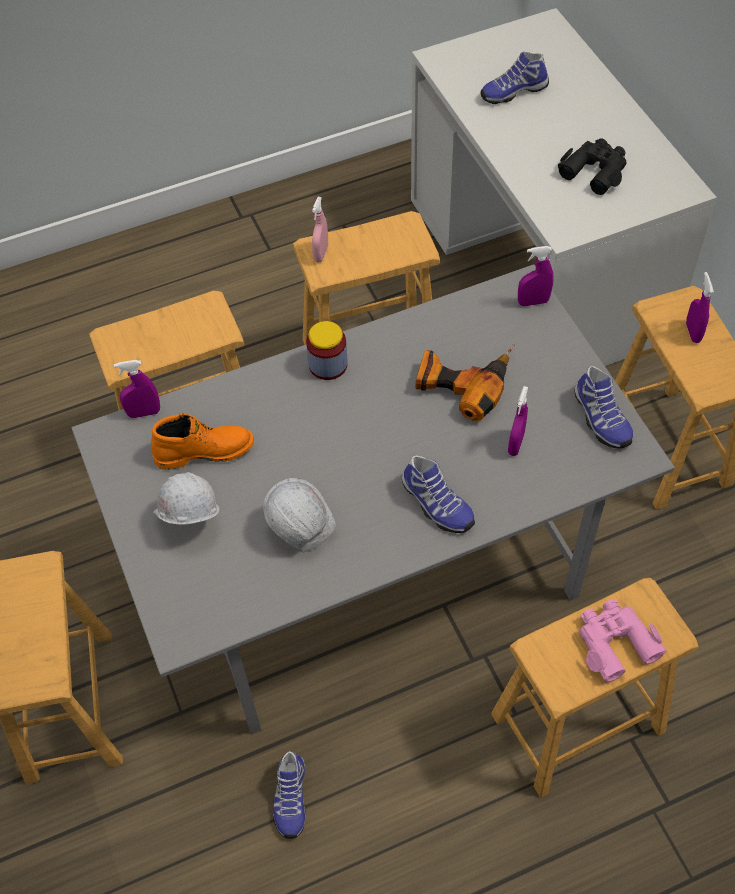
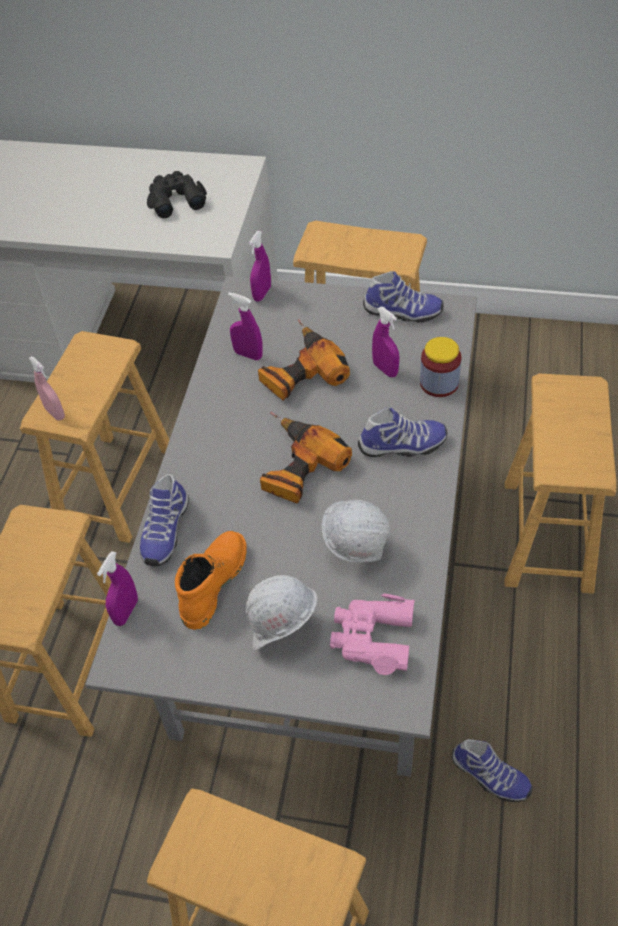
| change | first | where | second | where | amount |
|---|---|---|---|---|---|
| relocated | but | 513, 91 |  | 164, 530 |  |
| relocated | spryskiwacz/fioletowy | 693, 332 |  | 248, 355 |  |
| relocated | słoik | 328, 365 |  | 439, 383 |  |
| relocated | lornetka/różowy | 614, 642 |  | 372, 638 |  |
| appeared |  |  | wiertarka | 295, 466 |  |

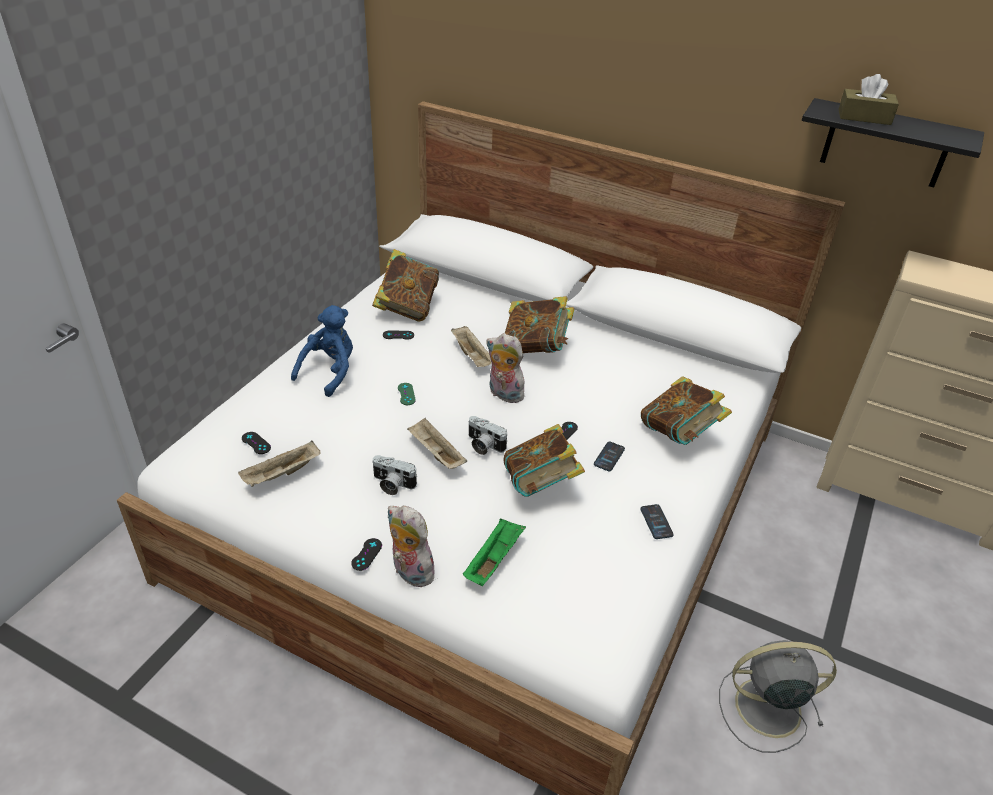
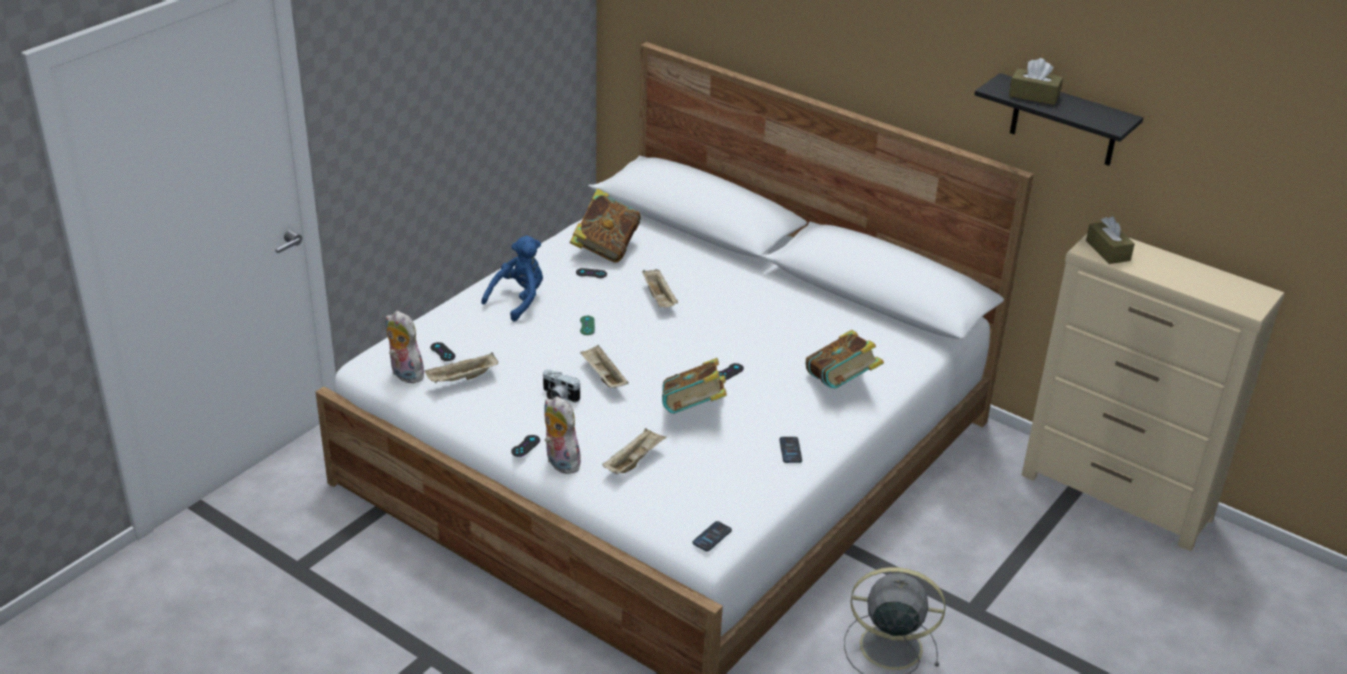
| change | first | where | second | where | amount |
|---|---|---|---|---|---|
| missing | książka | 536, 348 |  |  |  |
| relocated | pluszak | 503, 394 |  | 404, 374 |  |
| missing | aparat fotograficzny | 483, 445 |  |  |  |
| relocated | telefon | 609, 457 |  | 712, 537 |  |
| colour | taca/zielony | 493, 560 | taca/beżowy | 634, 461 |  |
| appeared |  |  | pudełko chusteczek/brązowy | 1107, 251 |  |

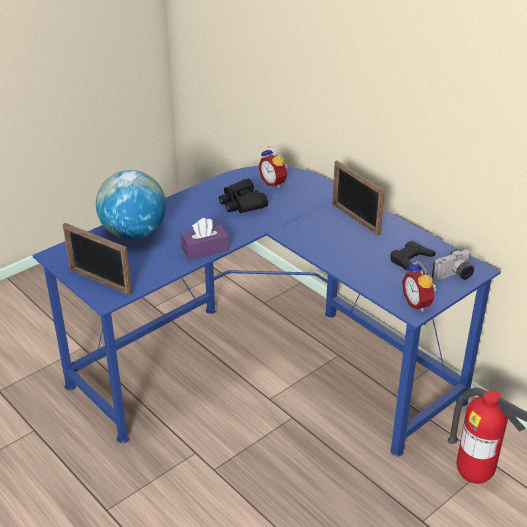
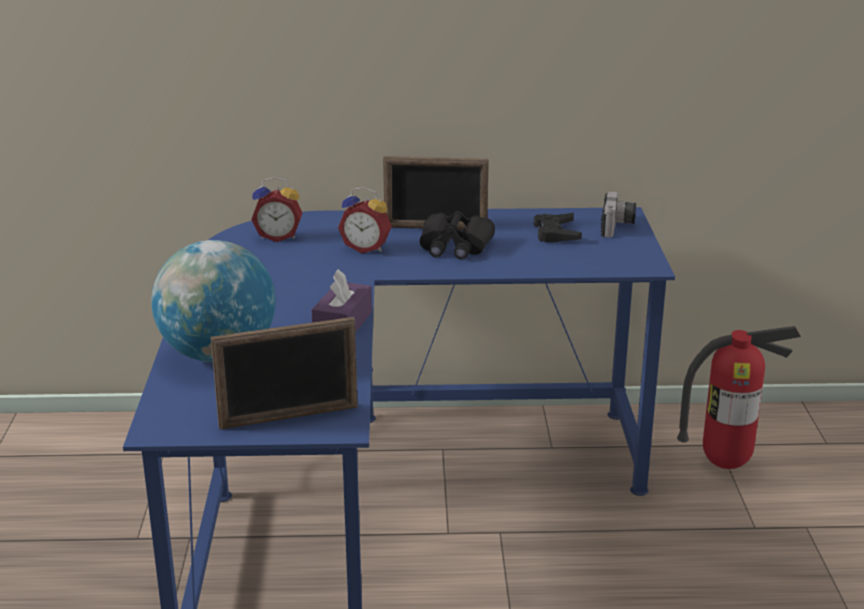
| change | first | where | second | where | amount |
|---|---|---|---|---|---|
| relocated | lornetka/czarny | 242, 203 |  | 454, 247 |  |
| relocated | budzik | 418, 303 |  | 366, 248 |  |

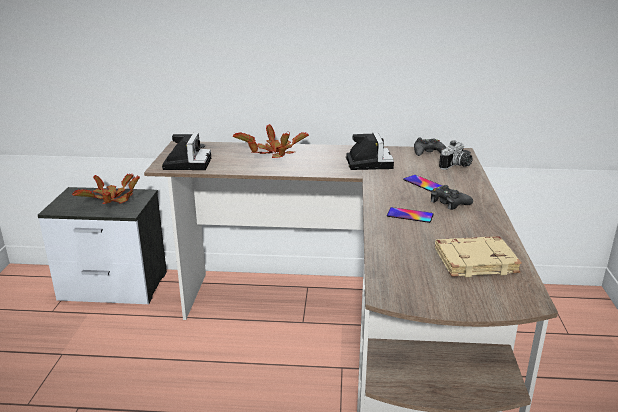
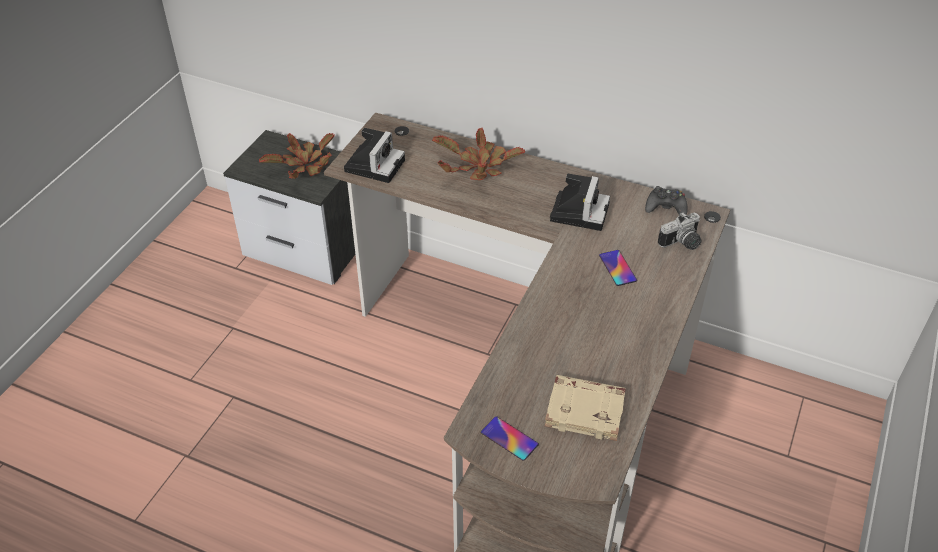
| change | first | where | second | where | amount |
|---|---|---|---|---|---|
| missing | pad do gier/czarny | 449, 203 |  |  |  |
| relocated | telefon | 410, 215 |  | 509, 438 |  |

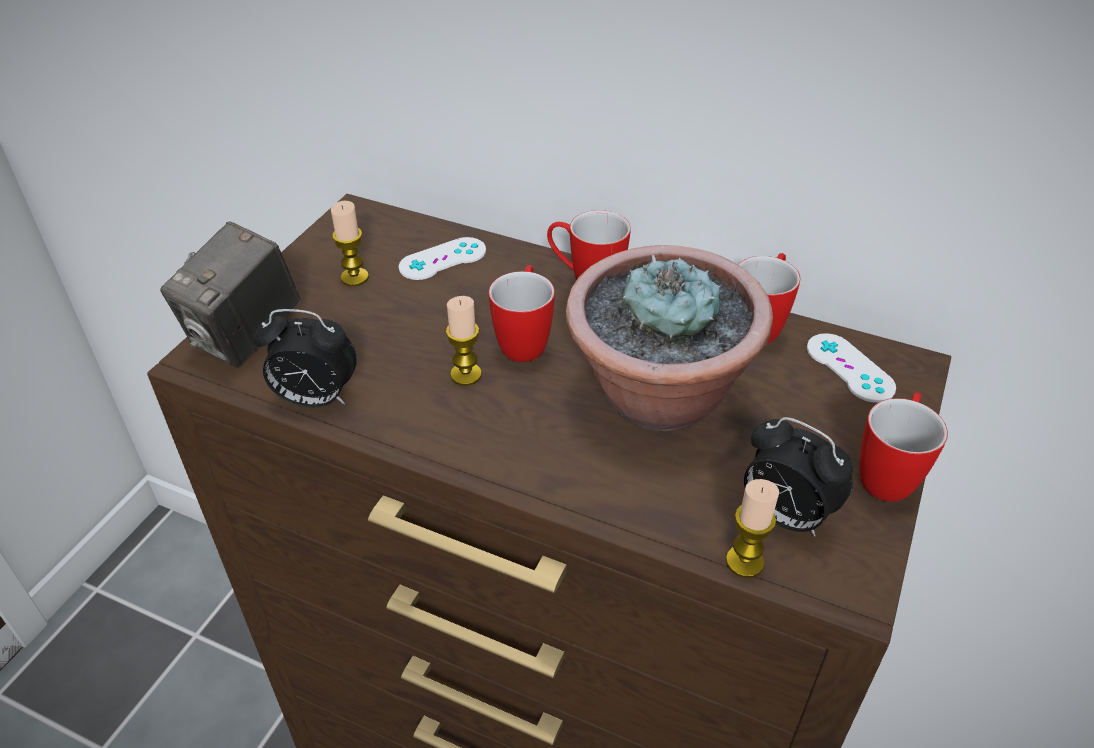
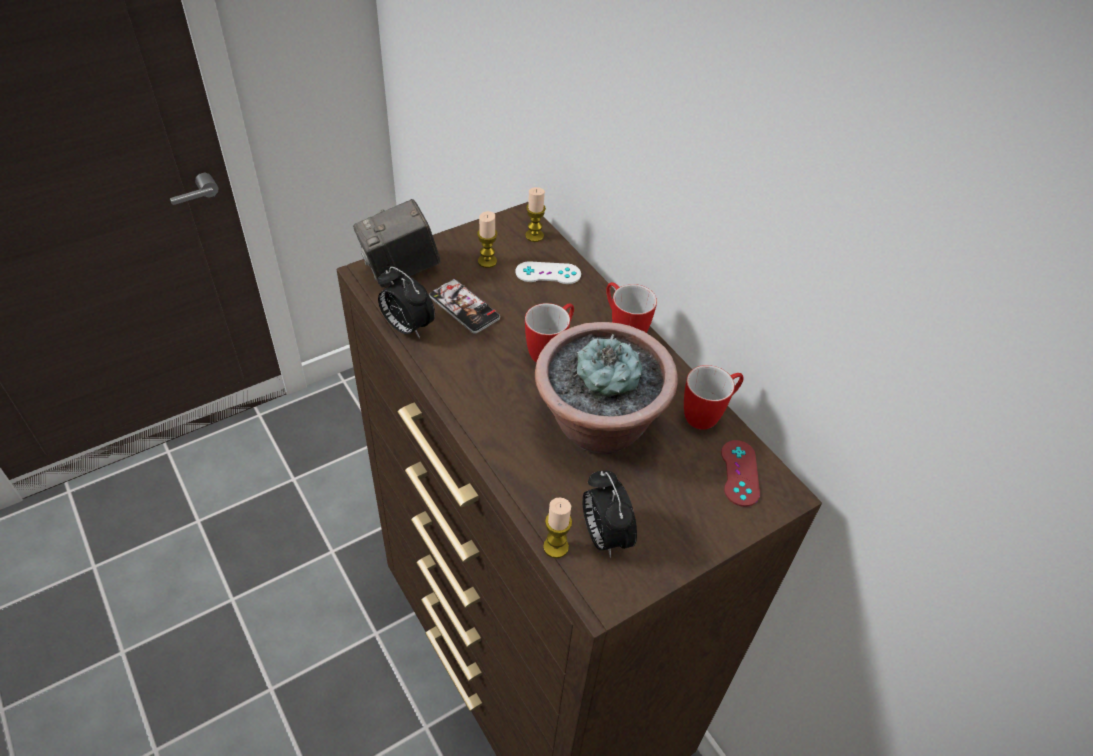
| change | first | where | second | where | amount |
|---|---|---|---|---|---|
| relocated | świeca | 466, 375 |  | 534, 236 |  |
| colour | pad do gier/biały | 849, 368 | pad do gier/czerwony | 739, 473 |  |
| missing | kubek | 888, 473 |  |  |  |
| appeared |  |  | telefon | 464, 307 |  |

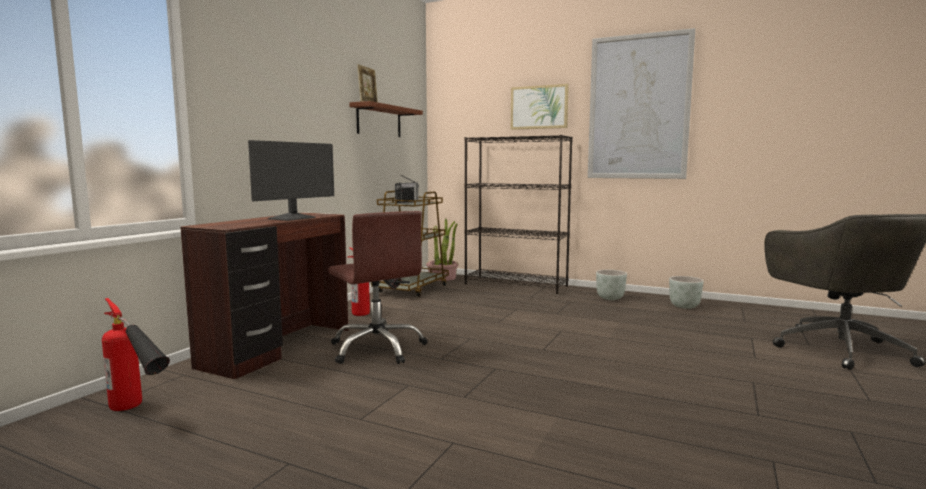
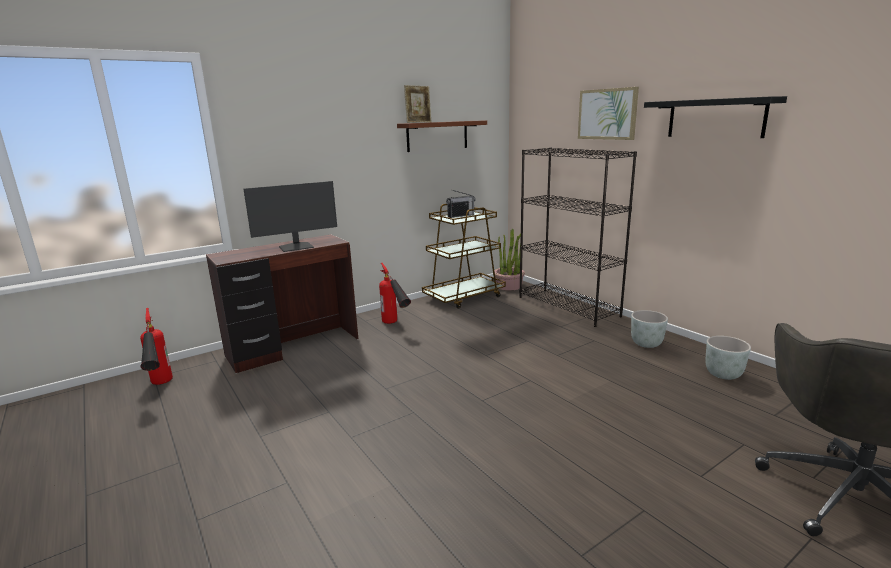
| change | first | where | second | where | amount |
|---|---|---|---|---|---|
| exchanged | obraz | 638, 107 | półka/czarny | 715, 118 |  |
| missing | krzesło biurowe/brązowy | 377, 348 |  |  |  |

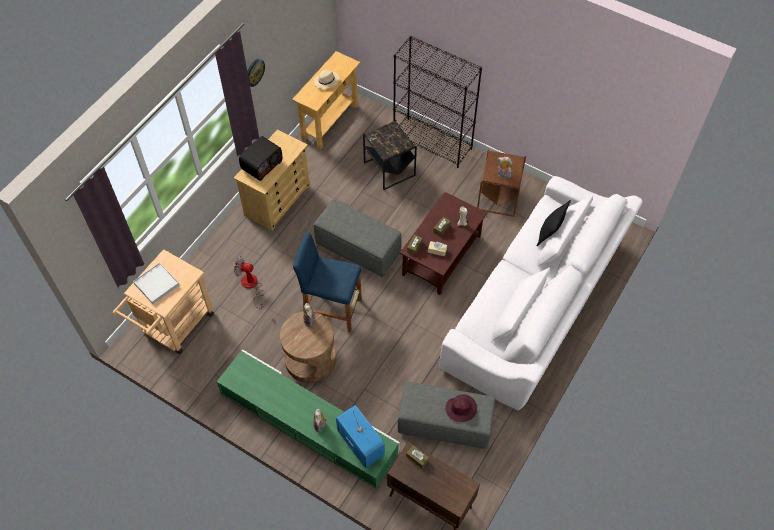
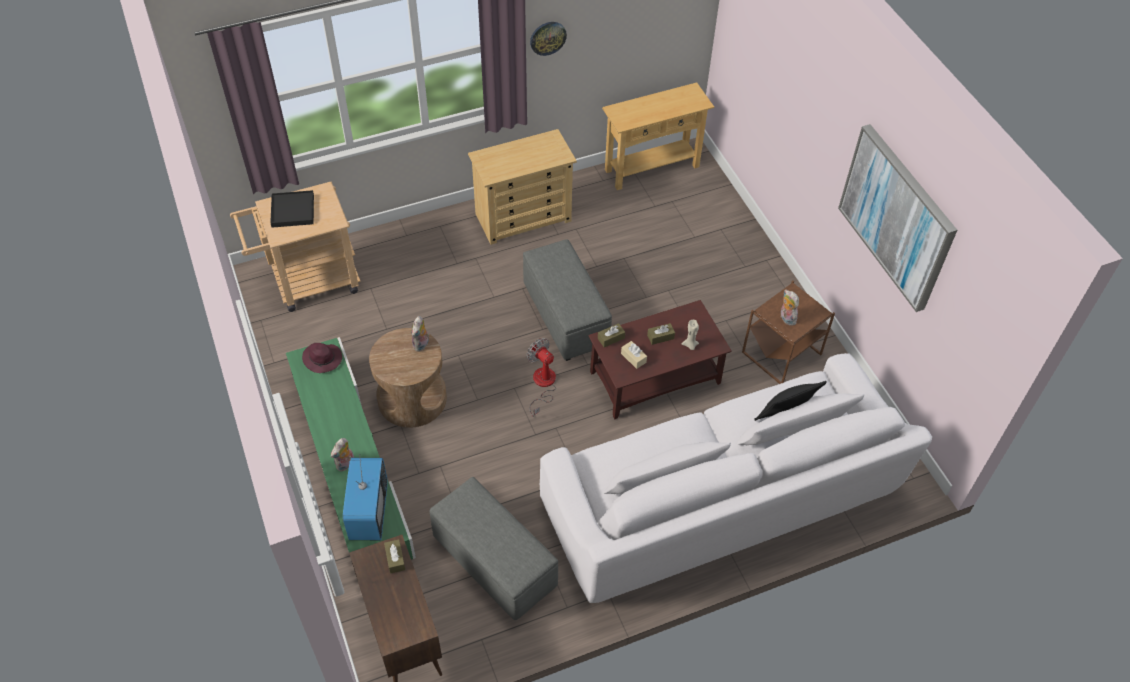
| change | first | where | second | where | amount |
|---|---|---|---|---|---|
| missing | regał/czarny | 433, 142 |  |  |  |
| missing | kapelusz/beżowy | 326, 81 |  |  |  |
| missing | stolik/czarny | 389, 169 |  |  |  |
| missing | radio | 261, 165 |  |  |  |
| missing | stołek/niebieski | 331, 309 |  |  |  |
| relocated | wentylator | 251, 286 |  | 542, 385 |  |
| colour | taca/biały | 156, 284 | taca/czarny | 292, 211 |  |
| relocated | kapelusz/fioletowy | 461, 408 |  | 323, 359 |  |
| appeared |  |  | obraz | 897, 217 |  |

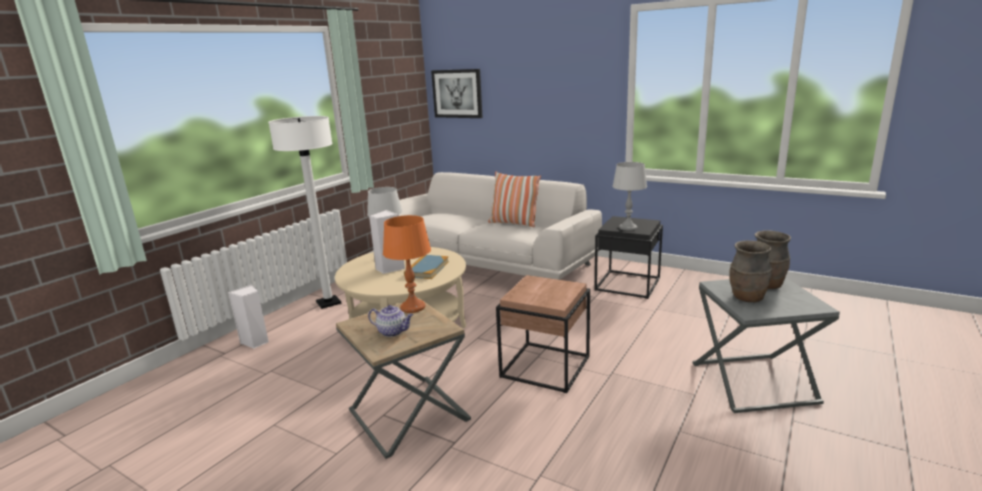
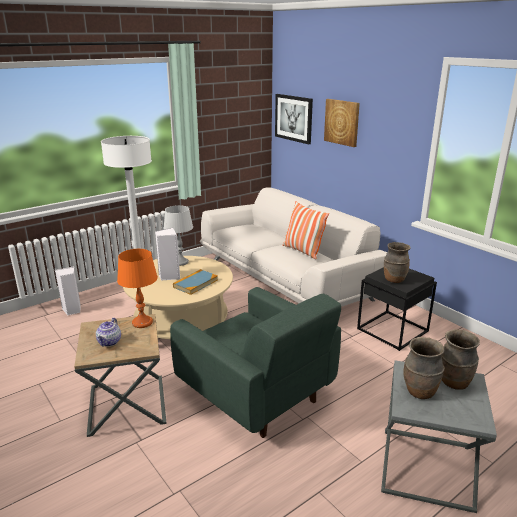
| change | first | where | second | where | amount |
|---|---|---|---|---|---|
| exchanged | lampa stołowa/szary | 627, 228 | wazon/brązowy | 394, 280 |  |
| exchanged | stolik/brązowy | 546, 367 | fotel/zielony | 257, 395 |  |
| spun | imbryk | 393, 332 |  | 109, 342 | 60 degrees clockwise |
| appeared |  |  | obraz | 342, 122 |  |

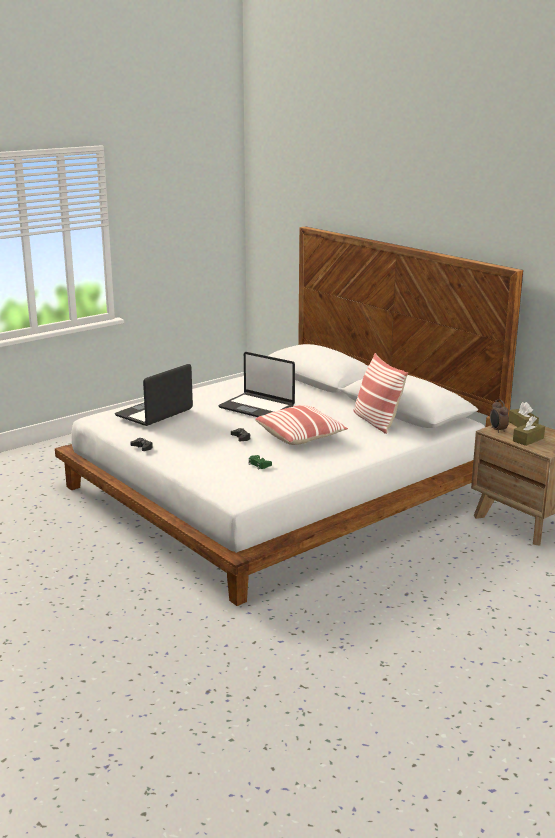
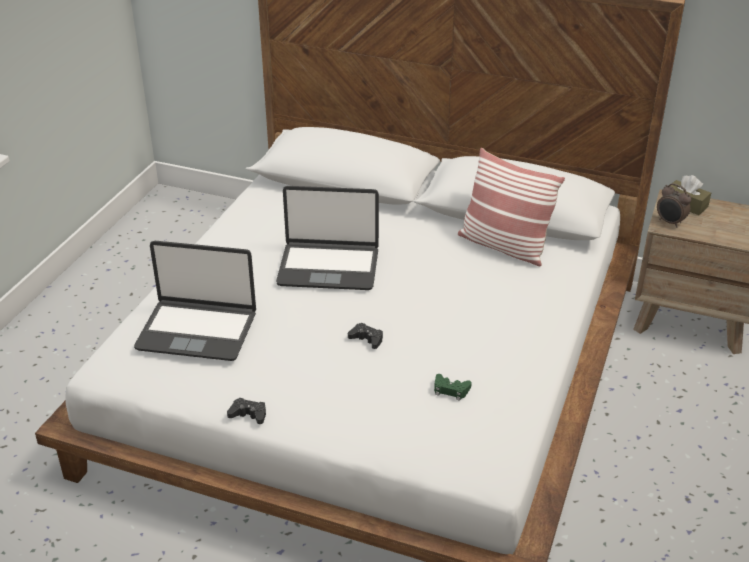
| change | first | where | second | where | amount |
|---|---|---|---|---|---|
| spun | laptop | 155, 413 |  | 197, 330 | 90 degrees counterclockwise |
| missing | poduszka | 301, 436 |  |  |  |
| missing | pudełko chusteczek/brązowy | 528, 439 |  |  |  |

